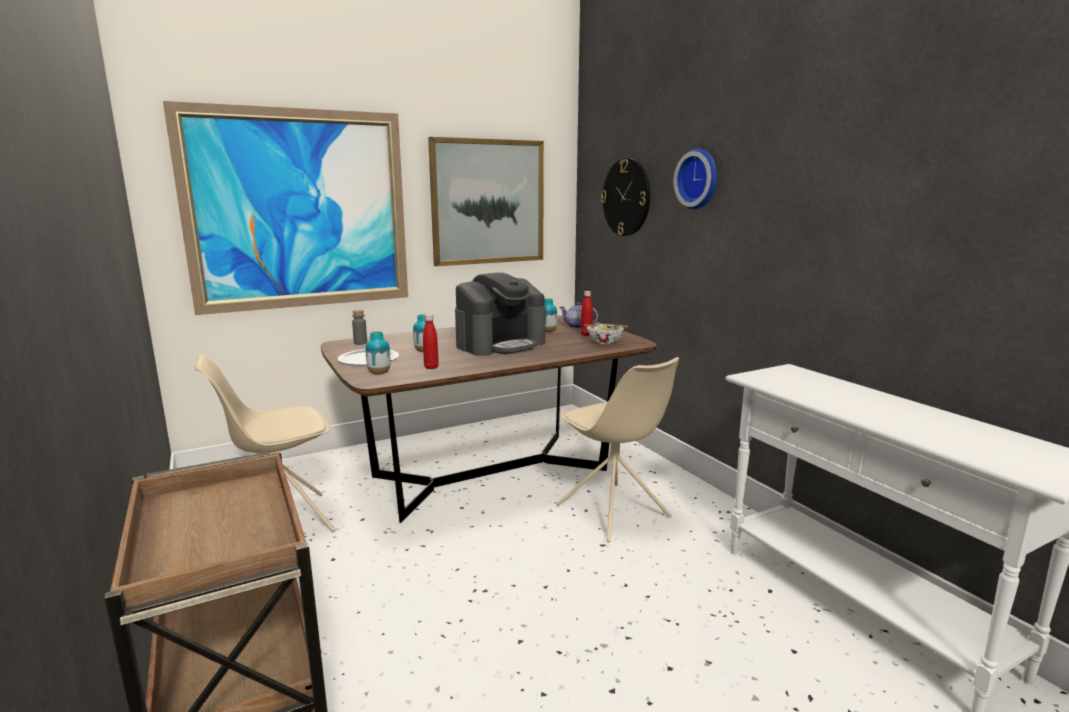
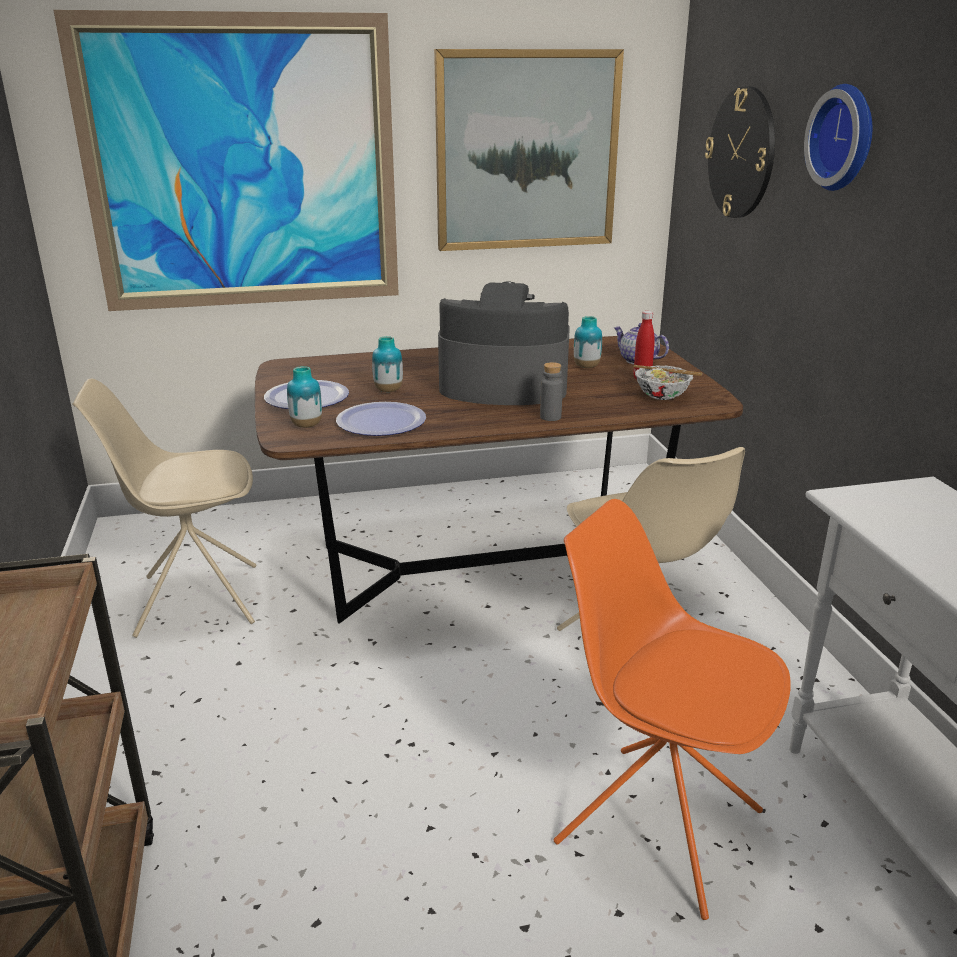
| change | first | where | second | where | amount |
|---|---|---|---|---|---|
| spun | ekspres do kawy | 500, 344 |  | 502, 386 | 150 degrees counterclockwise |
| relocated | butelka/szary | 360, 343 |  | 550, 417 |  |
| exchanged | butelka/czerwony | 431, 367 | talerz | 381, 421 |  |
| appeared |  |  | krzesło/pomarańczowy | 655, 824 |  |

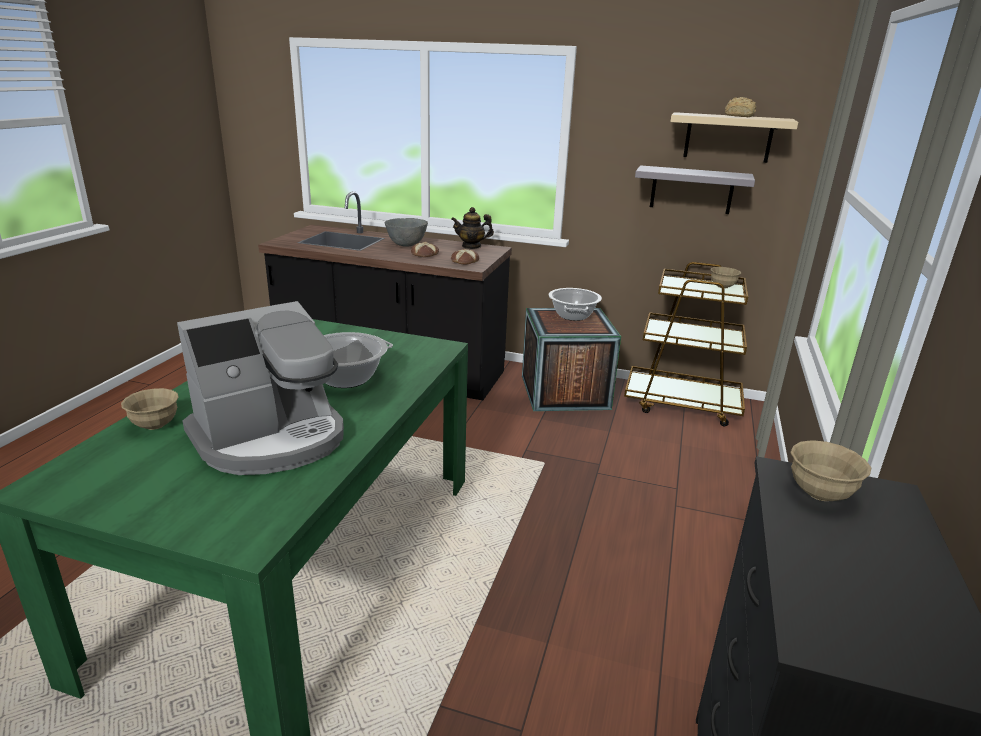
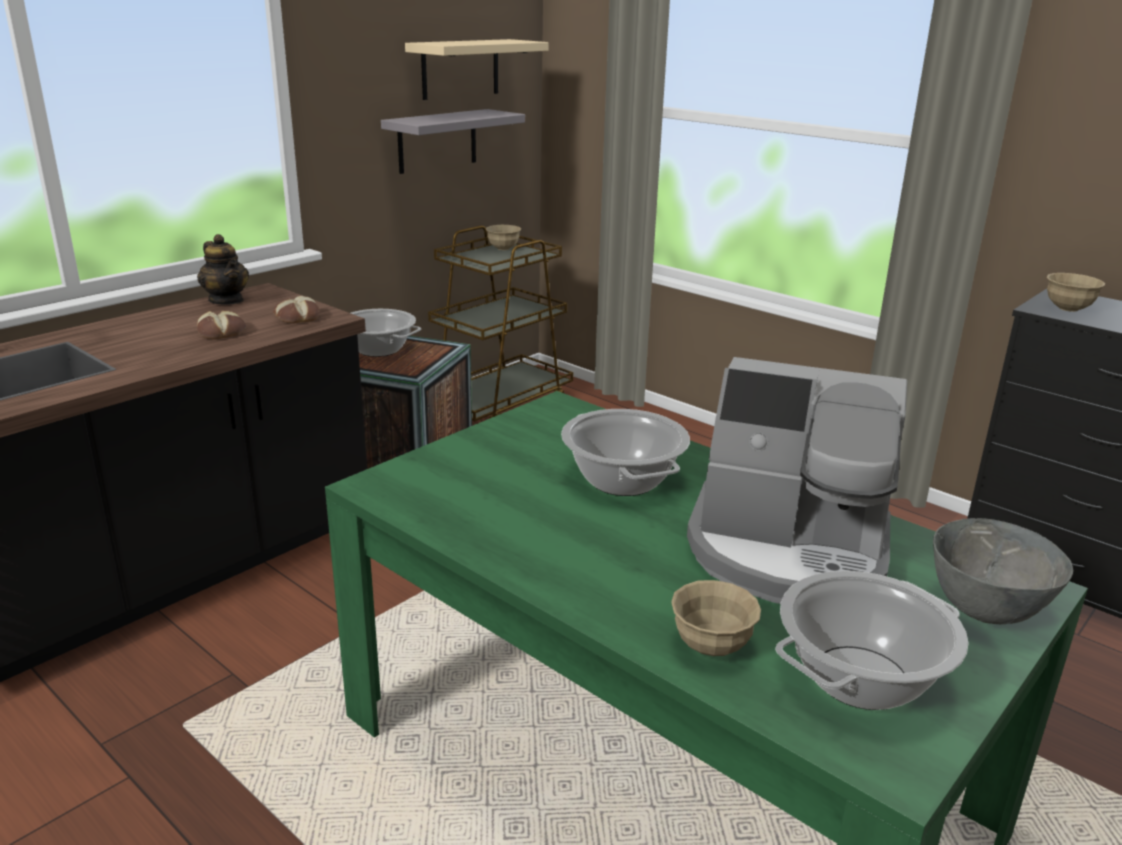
| change | first | where | second | where | amount |
|---|---|---|---|---|---|
| missing | chleb | 739, 116 |  |  |  |
| spun | imbryk | 471, 246 |  | 227, 300 | 60 degrees counterclockwise |
| relocated | miska/szary | 406, 245 |  | 985, 610 |  |
| spun | ekspres do kawy | 271, 438 |  | 788, 552 | 120 degrees clockwise |
| appeared |  |  | garnek | 860, 679 |  |

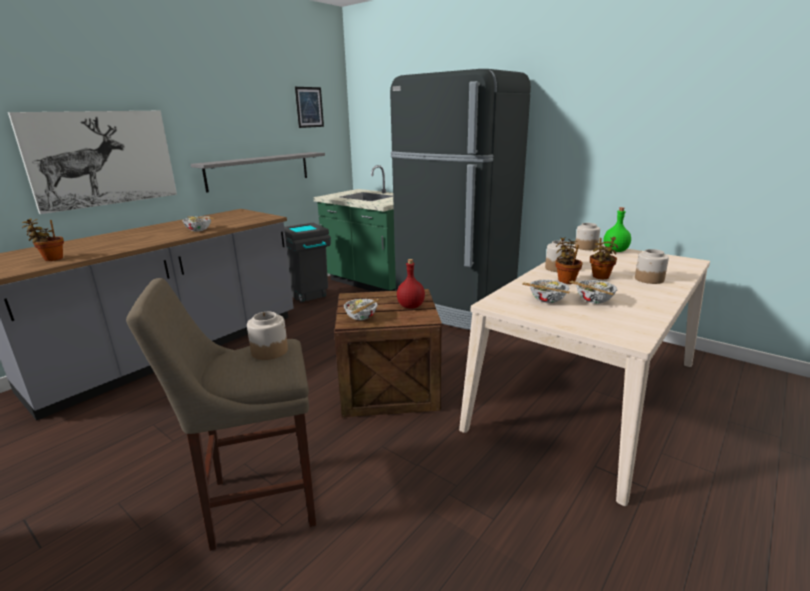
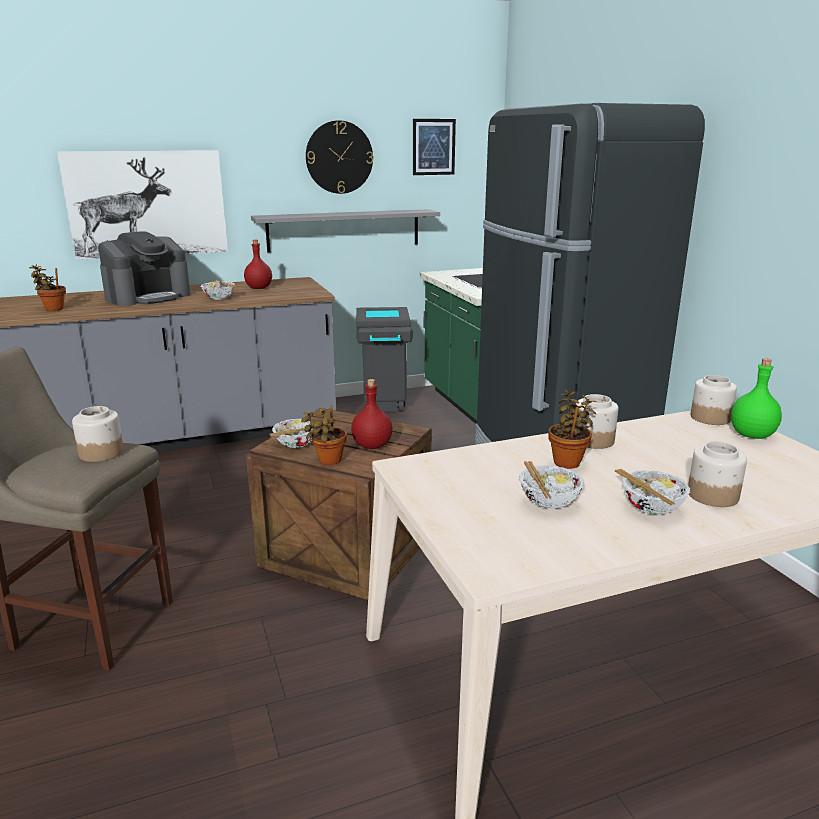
| change | first | where | second | where | amount |
|---|---|---|---|---|---|
| relocated | roślina doniczkowa | 600, 277 |  | 327, 461 |  |
| relocated | miska | 547, 300 |  | 651, 508 |  |
| appeared |  |  | zegar ścienny | 339, 157 |  |
| appeared |  |  | ekspres do kawy | 148, 297 |  |
| appeared |  |  | butelka/czerwony | 258, 288 |  |

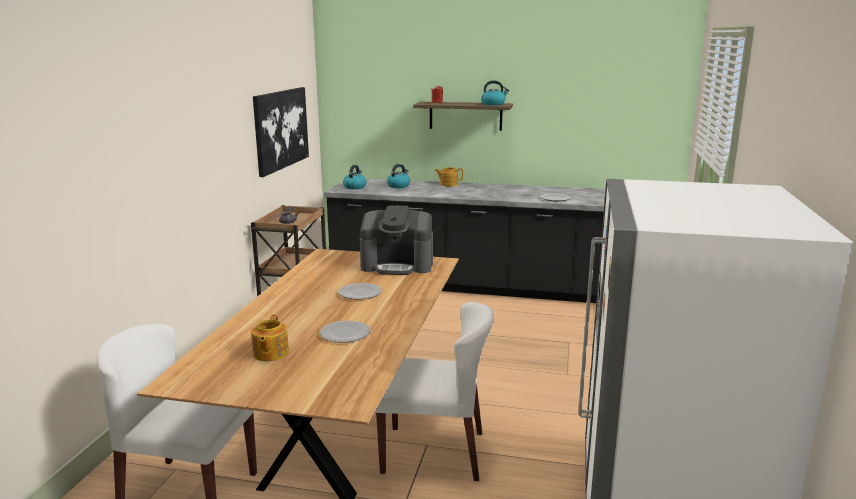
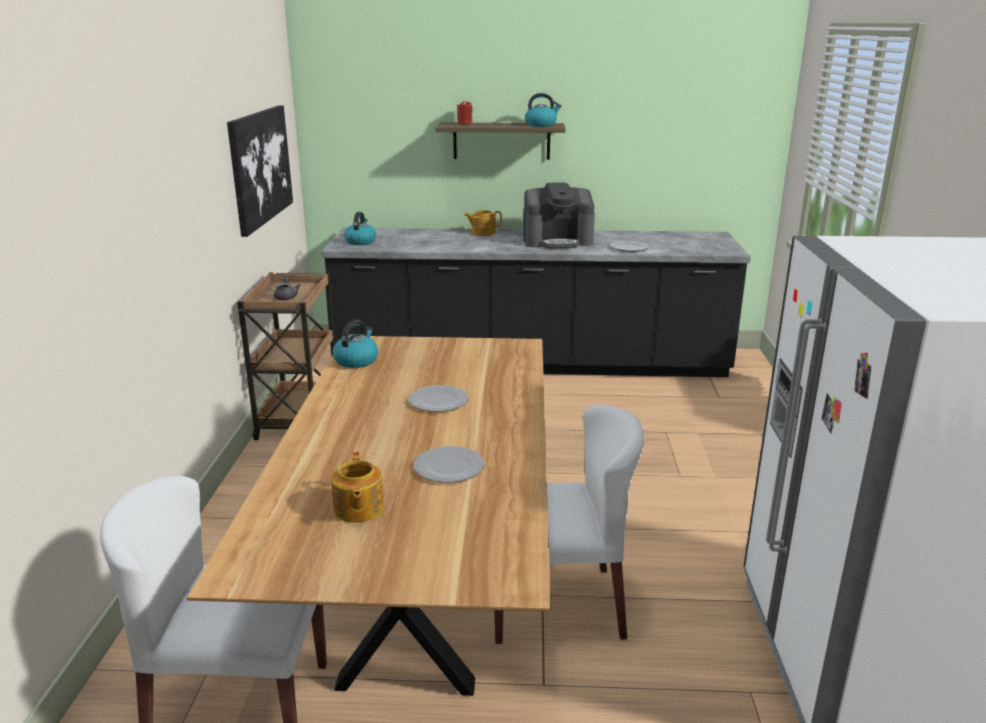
| change | first | where | second | where | amount |
|---|---|---|---|---|---|
| relocated | czajnik | 398, 186 |  | 356, 360 |  |
| relocated | ekspres do kawy | 397, 265 |  | 557, 241 |  |

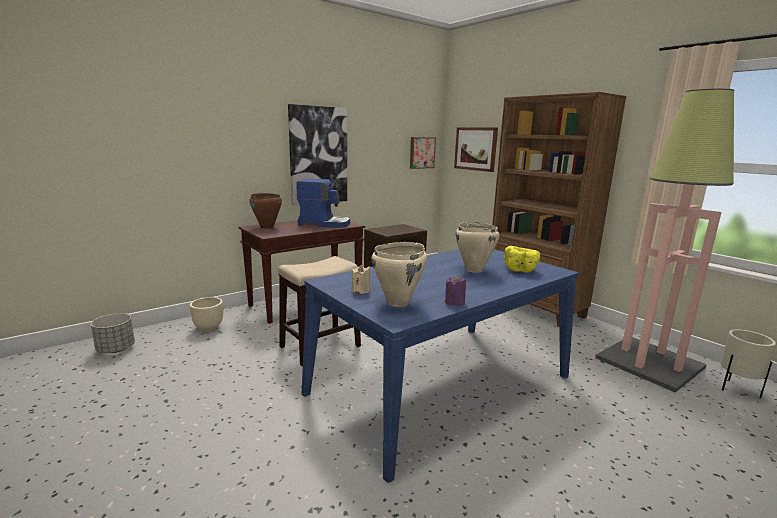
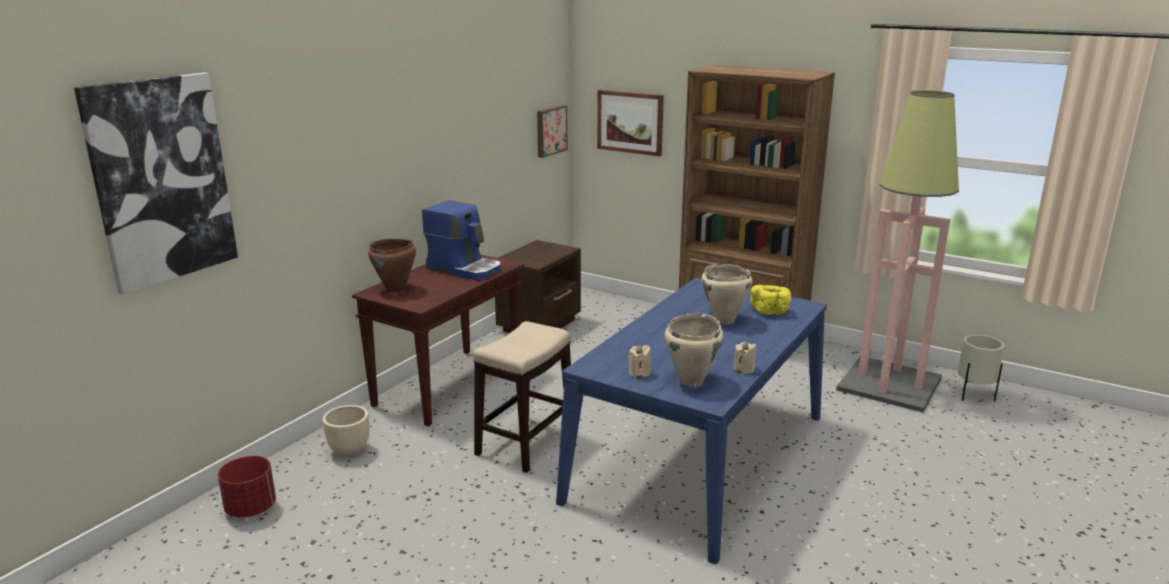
| change | first | where | second | where | amount |
|---|---|---|---|---|---|
| relocated | obraz | 318, 155 |  | 161, 180 |  |
| spun | ekspres do kawy | 324, 223 |  | 465, 269 | 45 degrees clockwise |
| colour | świeca/fioletowy | 455, 302 | świeca/beżowy | 744, 369 |  |
| colour | donica/szary | 116, 349 | donica/czerwony | 251, 508 |  |

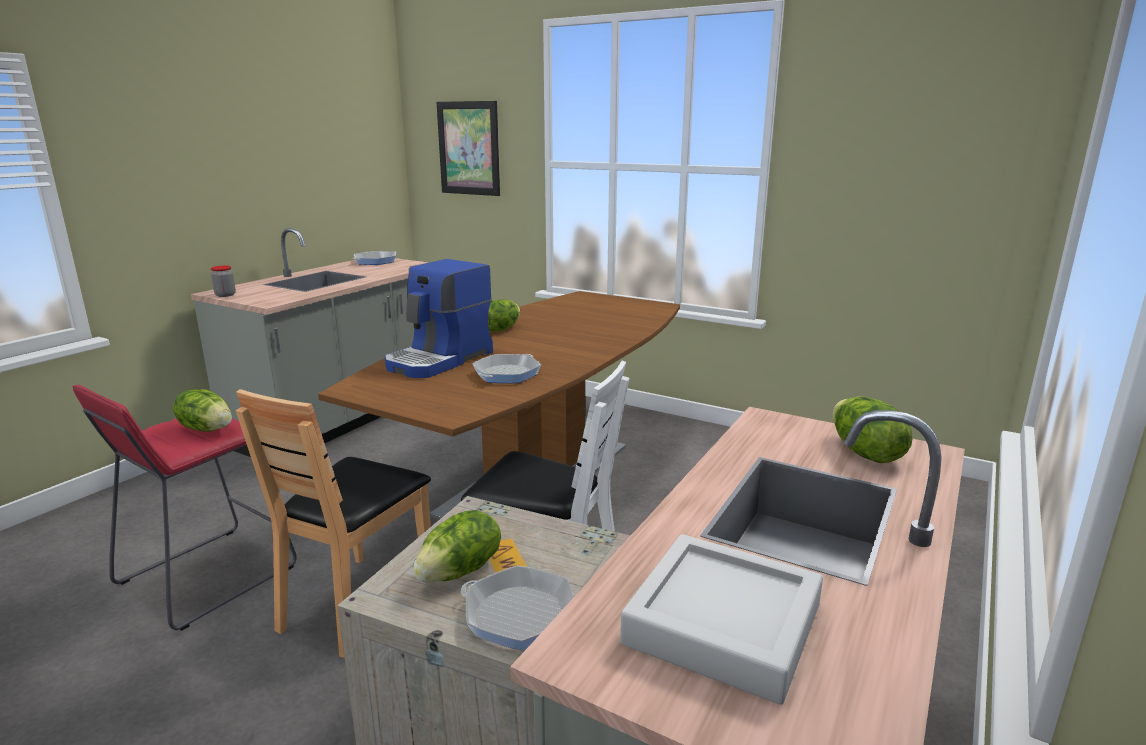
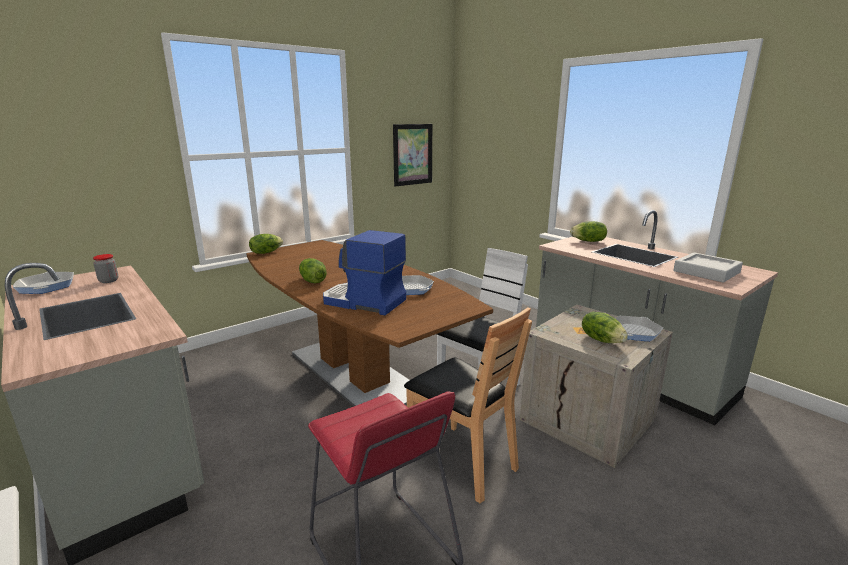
| change | first | where | second | where | amount |
|---|---|---|---|---|---|
| relocated | obraz | 469, 148 |  | 412, 154 |  |
| spun | ekspres do kawy | 440, 360 |  | 363, 302 | 150 degrees clockwise |
| relocated | słoik | 225, 295 |  | 108, 281 |  |
| relocated | sałata | 207, 428 |  | 266, 252 |  |

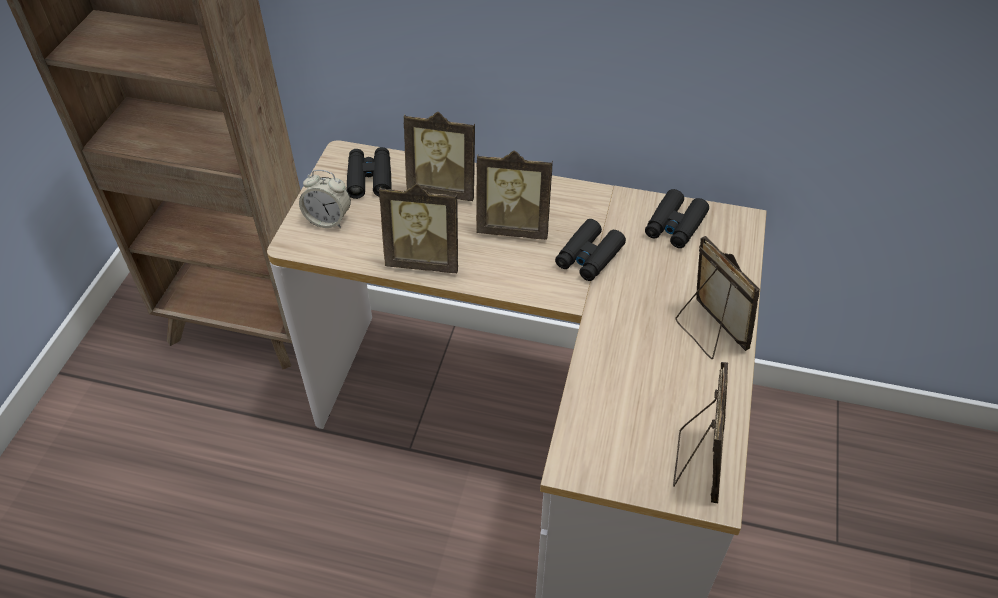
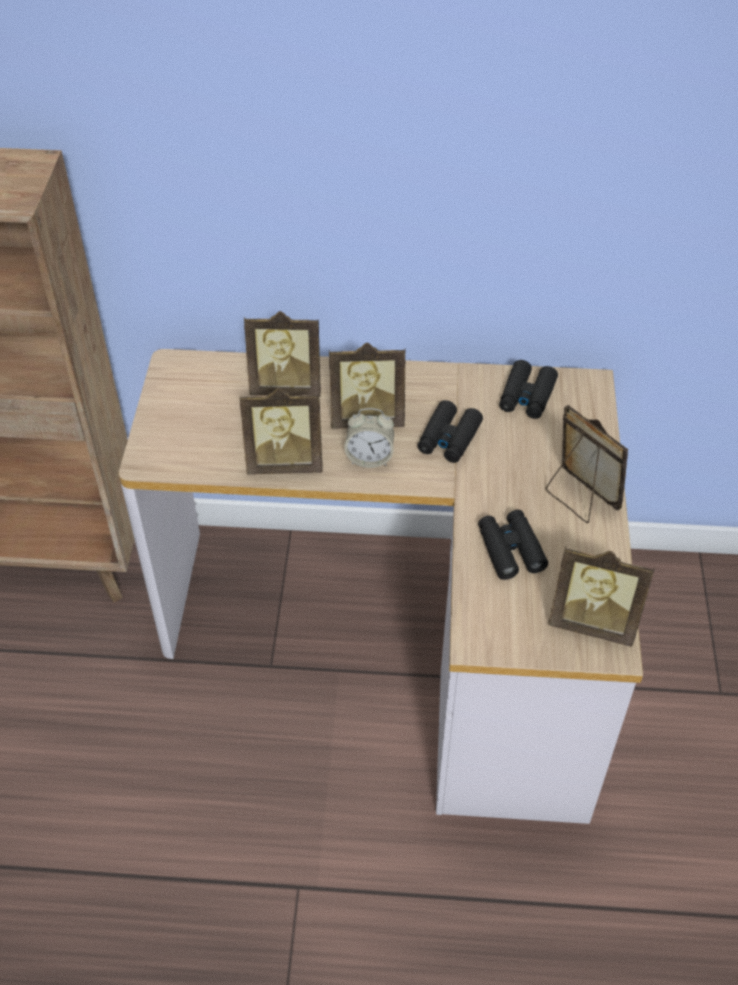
| change | first | where | second | where | amount |
|---|---|---|---|---|---|
| relocated | lornetka/czarny | 370, 178 |  | 510, 550 |  |
| relocated | budzik | 328, 220 |  | 369, 458 |  |
| spun | ramka na zdjęcie | 697, 463 |  | 593, 622 | 105 degrees clockwise |

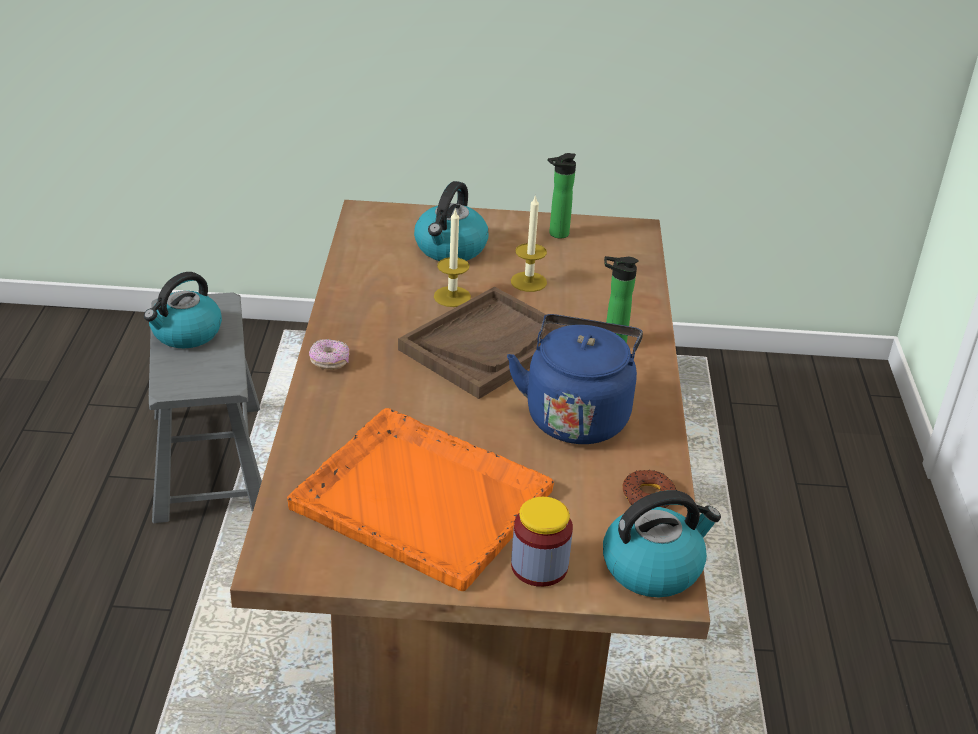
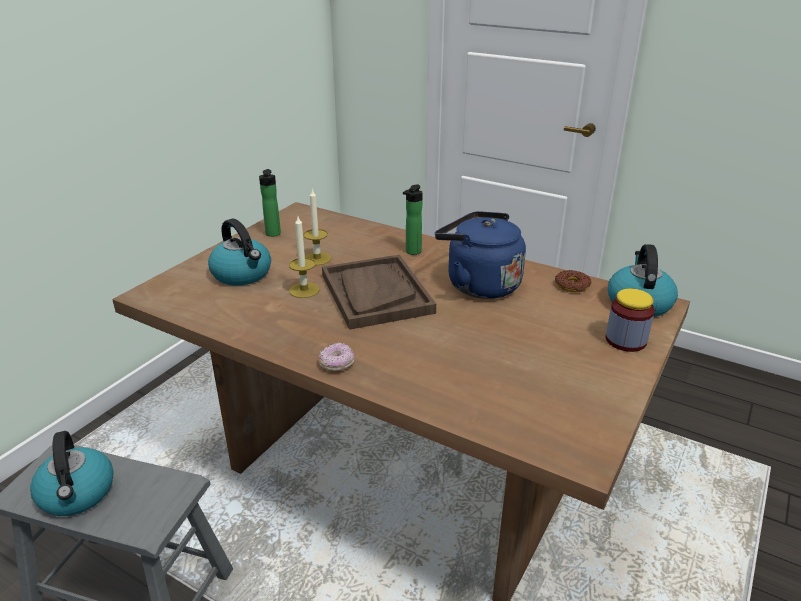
| change | first | where | second | where | amount |
|---|---|---|---|---|---|
| missing | taca/pomarańczowy | 420, 498 |  |  |  |

